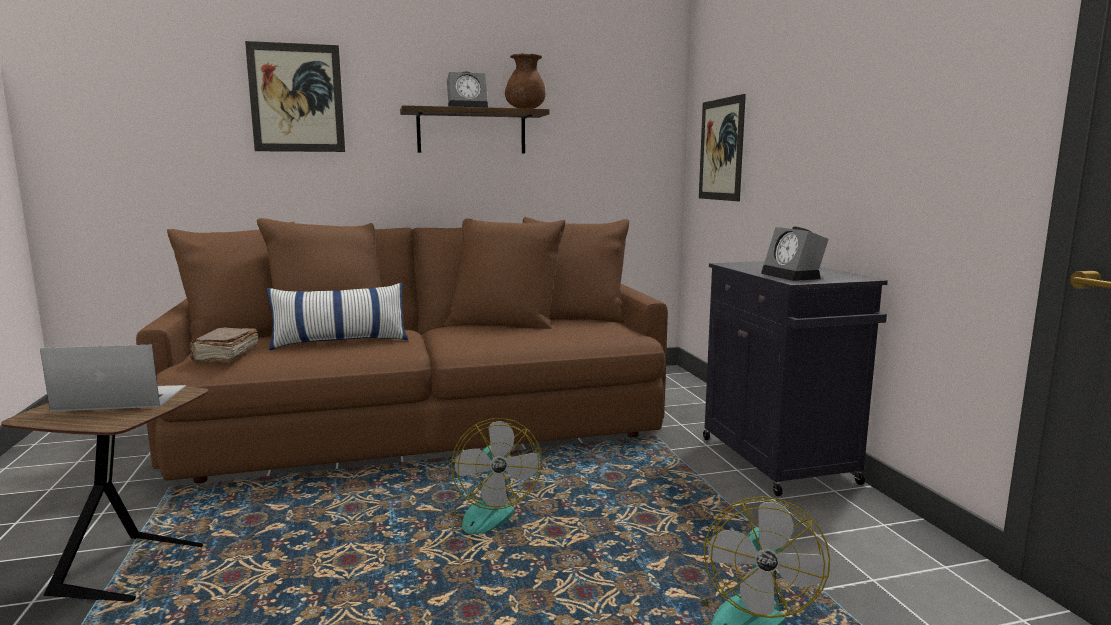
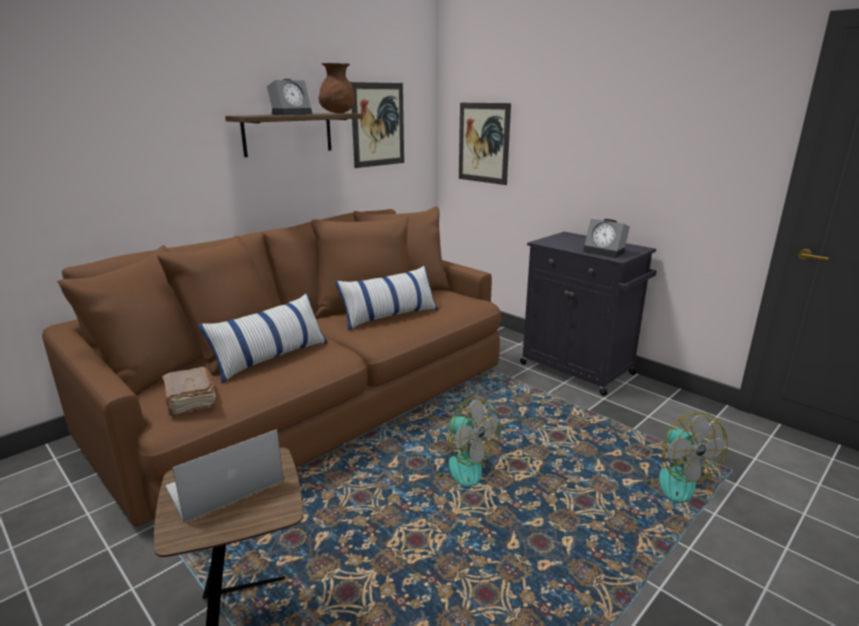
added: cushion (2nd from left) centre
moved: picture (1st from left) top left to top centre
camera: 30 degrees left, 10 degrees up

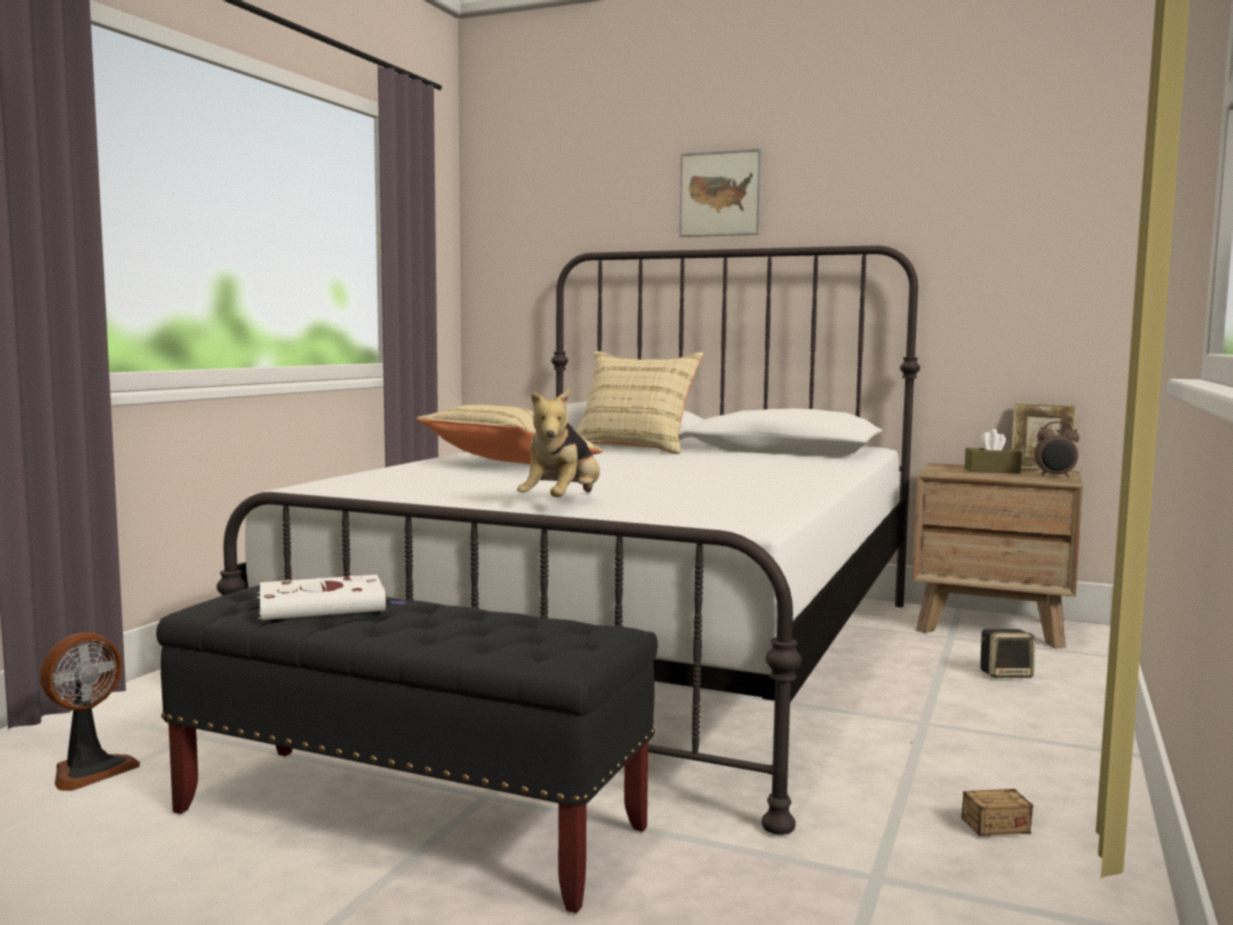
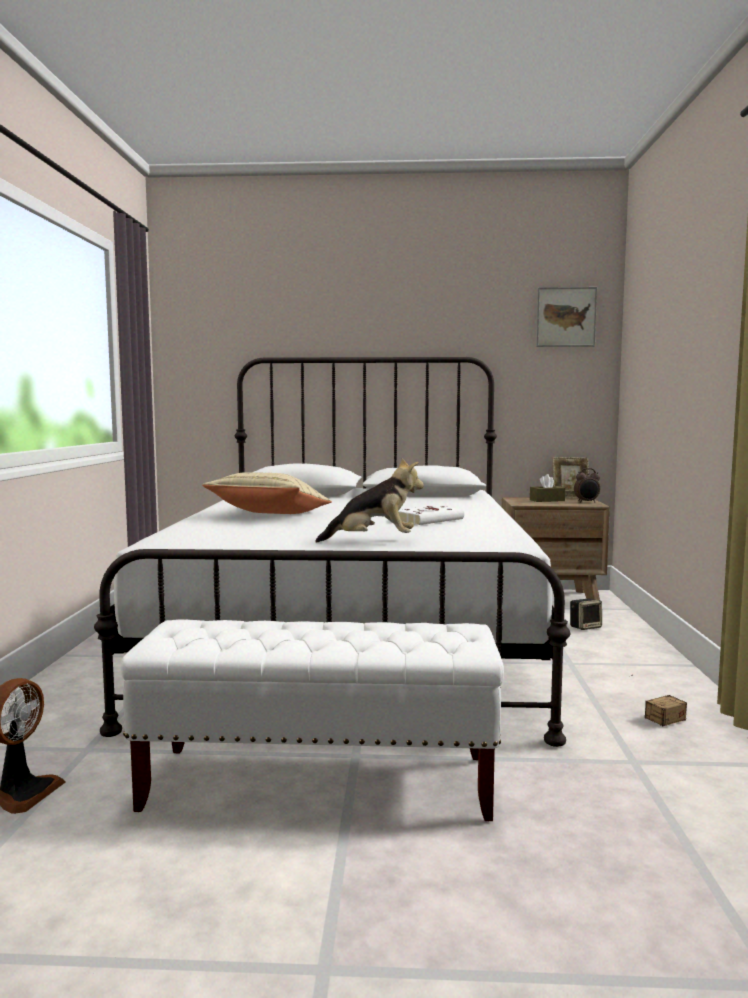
removed: cushion (sand-coloured) (2nd from left) centre
moved: picture top centre to top right; volume (white-coloured) middle left to centre
recoloured: indoor bench (black) bottom left to indoor bench (white-coloured) bottom centre
turned: soft toy centre = centre 90 degrees counterclockwise
camera: 20 degrees left, 0 degrees up

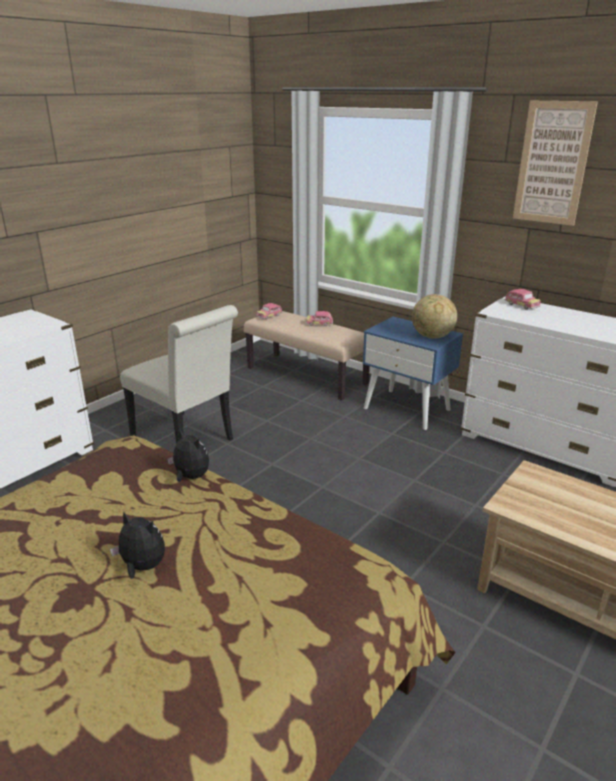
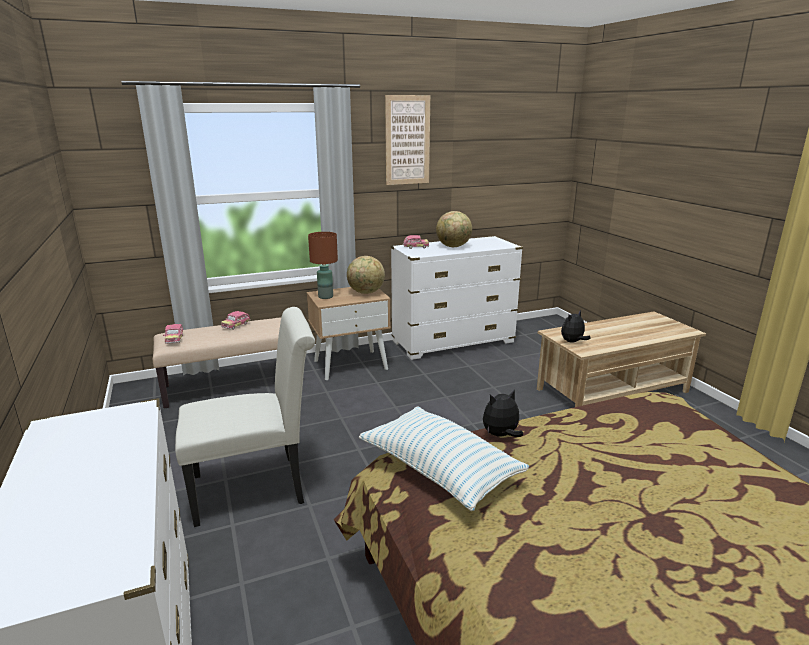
added: world globe (2nd from left) centre; lamp for a table (brownish) centre; cushion bottom centre
moved: soft toy (1st from left in the first image) bottom left to soft toy (2nd from left) middle right
recoloured: night table (bluish) middle right to night table (sand-coloured) centre
camera: 60 degrees left, 5 degrees down

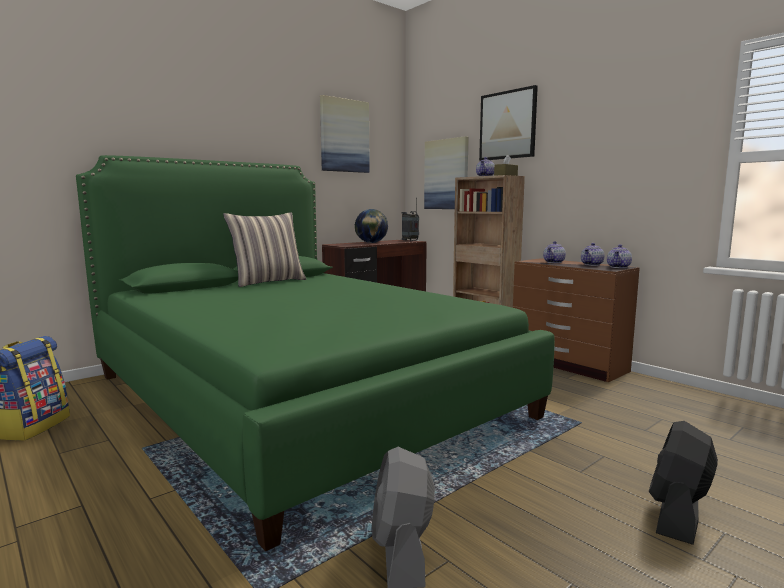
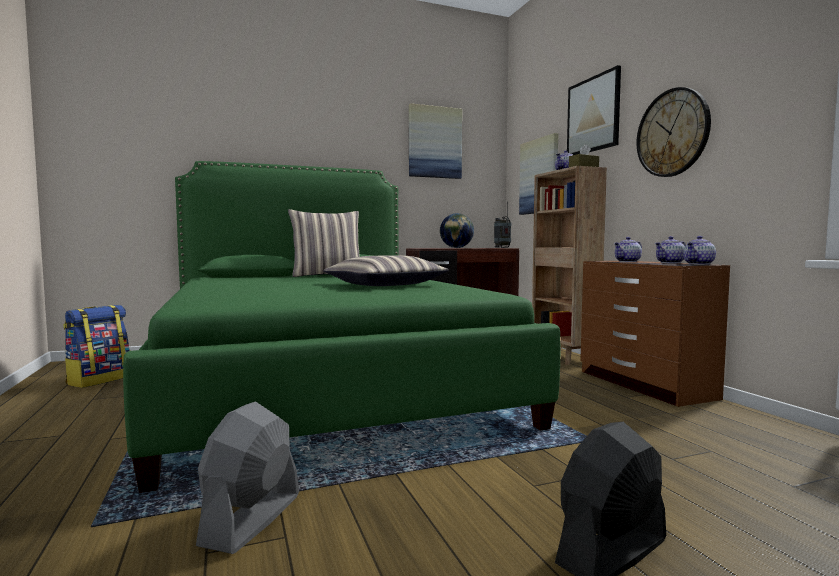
added: clock on the wall top right; cushion (2nd from left) centre
camera: 20 degrees right, 5 degrees down

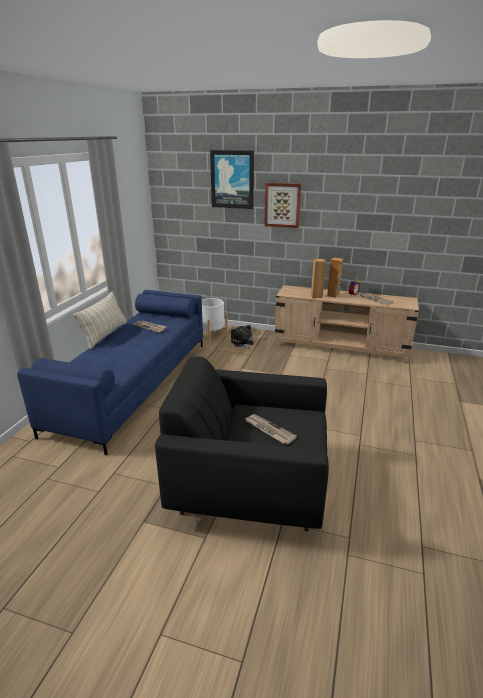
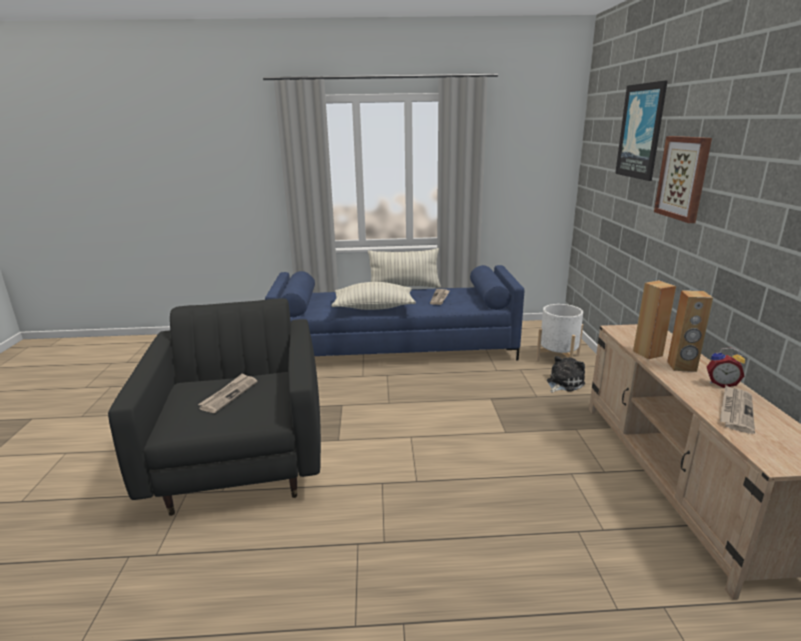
added: cushion (1st from left) centre
camera: 70 degrees right, 5 degrees down

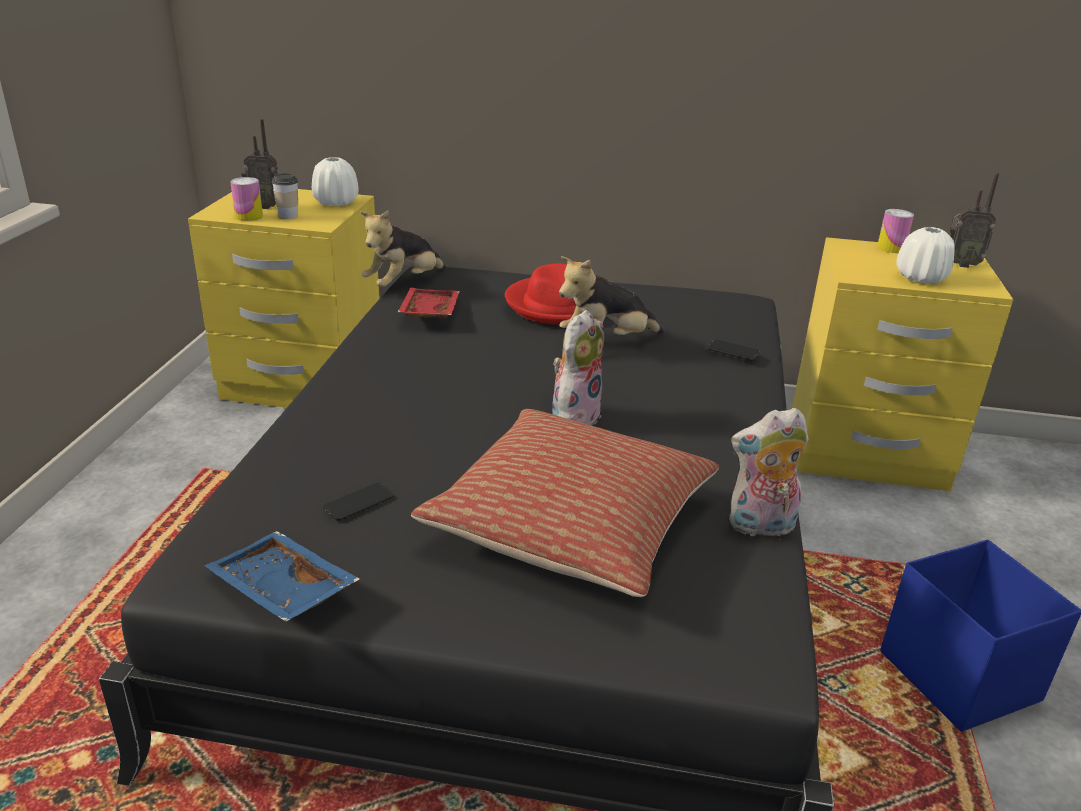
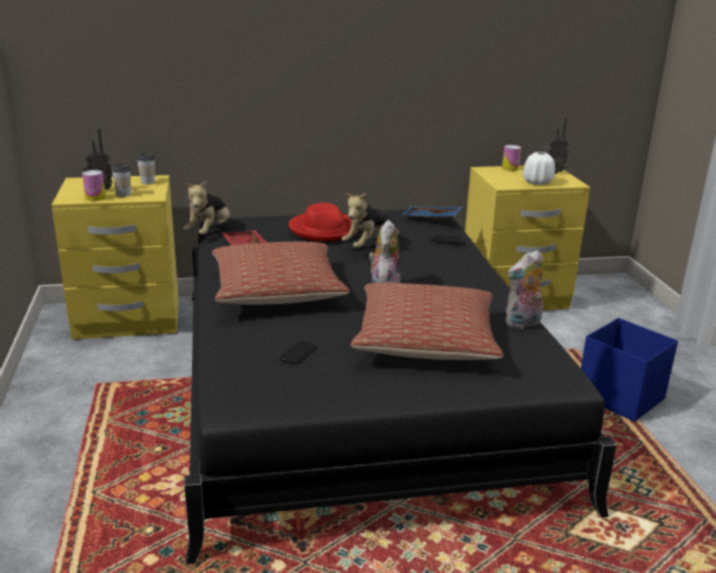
added: cushion (1st from left) centre
moved: carrying tray (bluish) bottom left to centre
replaced: vase (white-coloured) (1st from left) top left to small cup (2nd from left) top left
camera: 20 degrees left, 5 degrees down

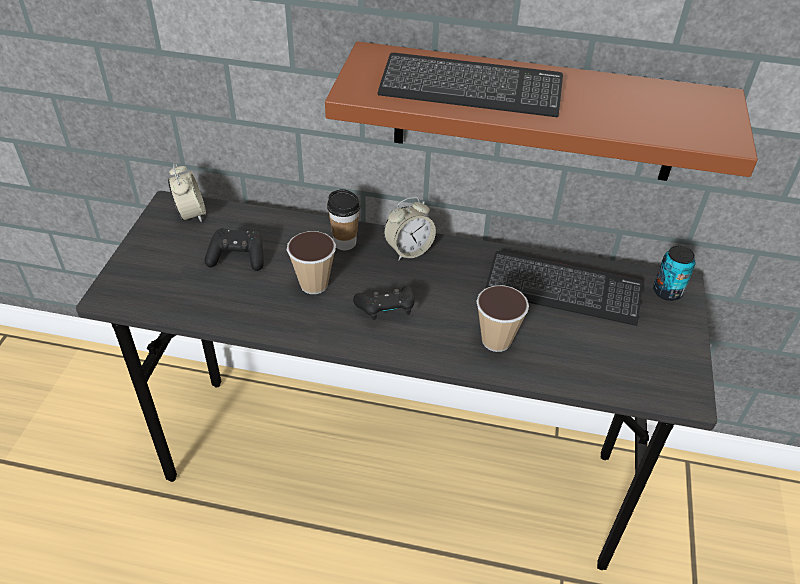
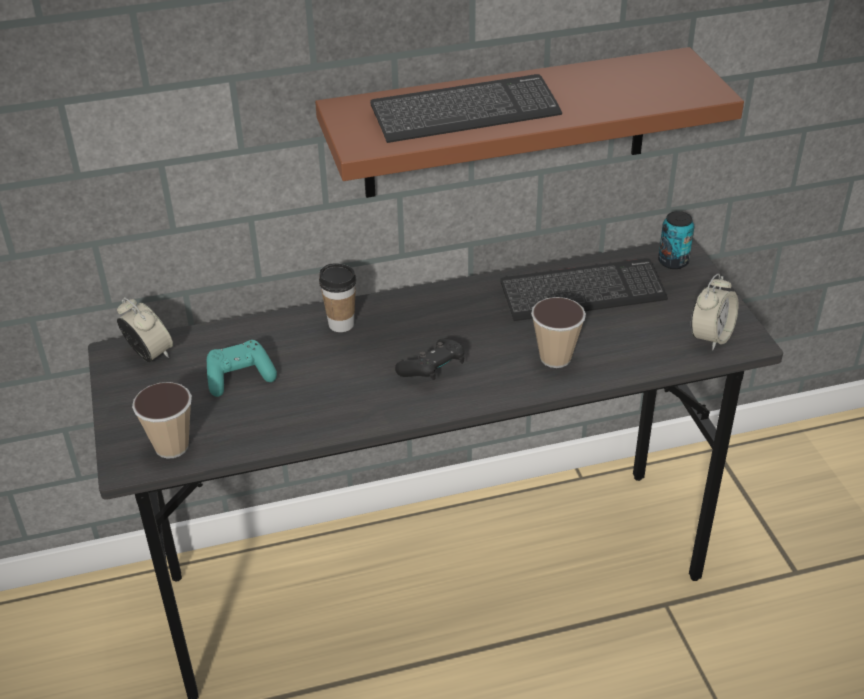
moved: alarm clock (2nd from left) centre to middle right; small cup (1st from left) centre to middle left
recoloured: joypad (black) (1st from left) middle left to joypad (blue-green) middle left
camera: 25 degrees left, 5 degrees down

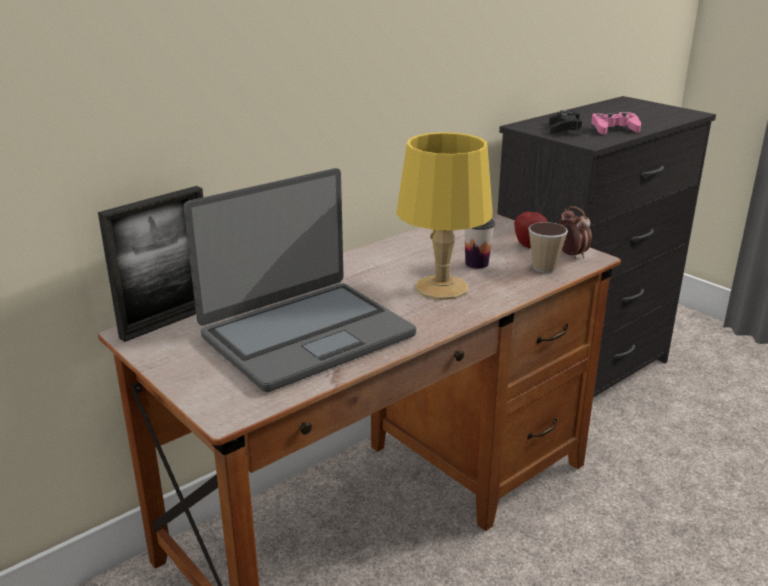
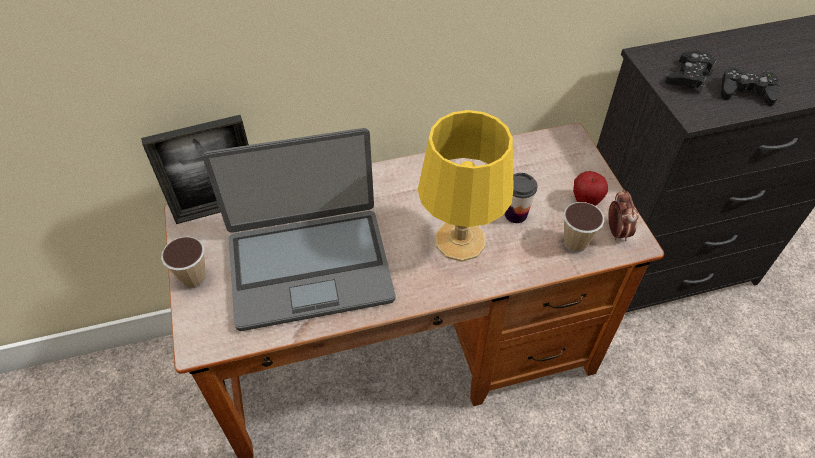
added: small cup (1st from left) middle left
recoloured: joypad (pink-coloured) top right to joypad (black) (2nd from left) top right
camera: 25 degrees right, 25 degrees up

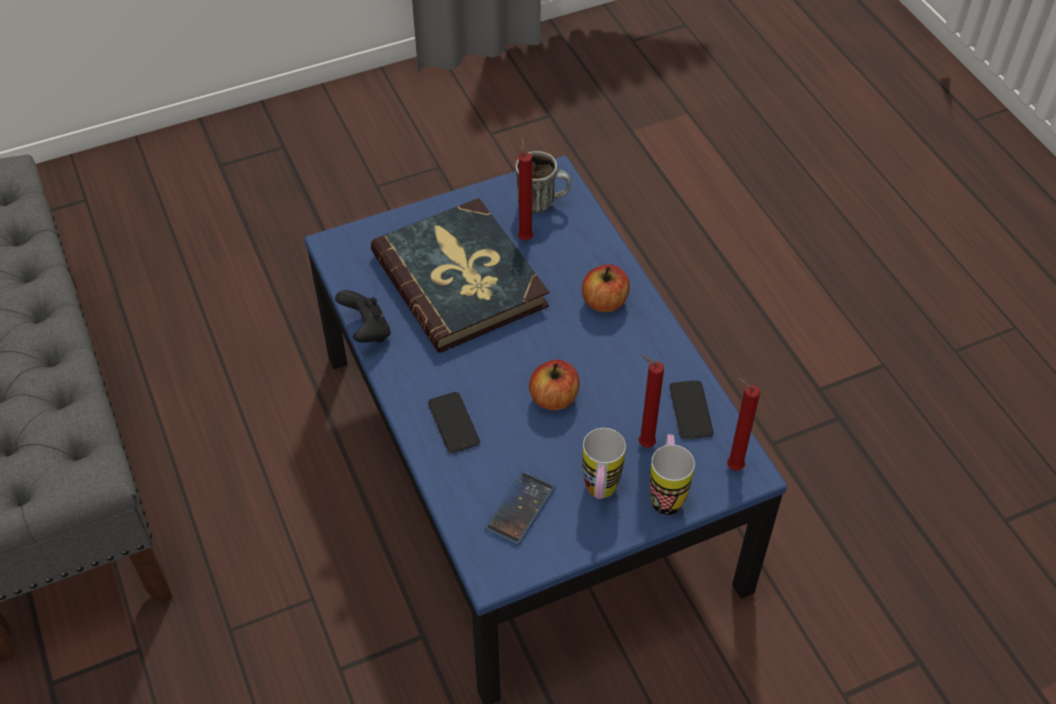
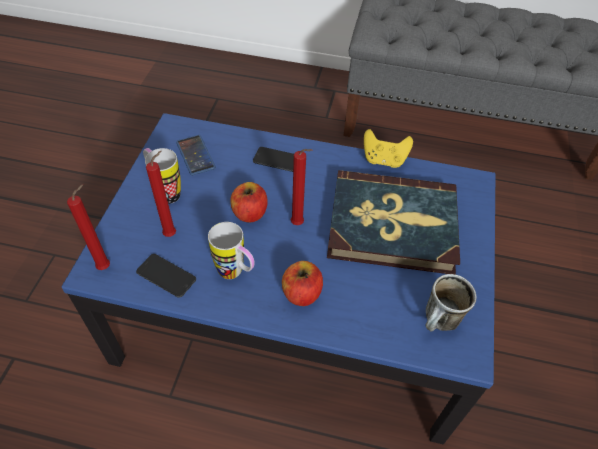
moved: wax candle (red-coloured) (1st from left in the first image) top centre to wax candle (red-coloured) (3rd from left) centre; coffee mug (3rd from left in the first image) bottom centre to coffee mug (2nd from left) centre
recoloured: joypad (black) centre to joypad (yellow-coloured) top centre
camera: 125 degrees right, 0 degrees up

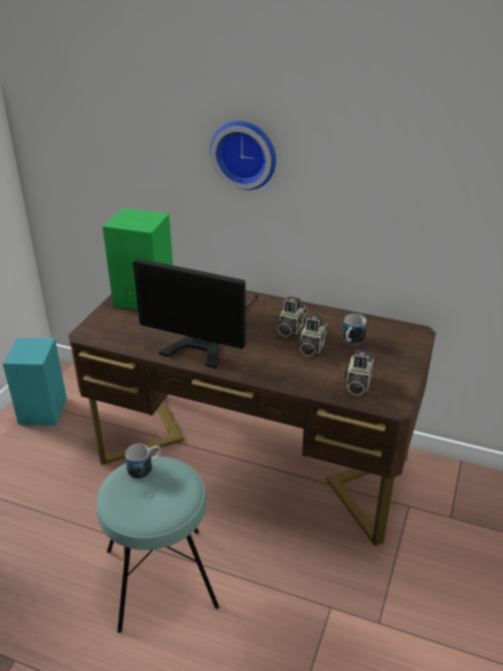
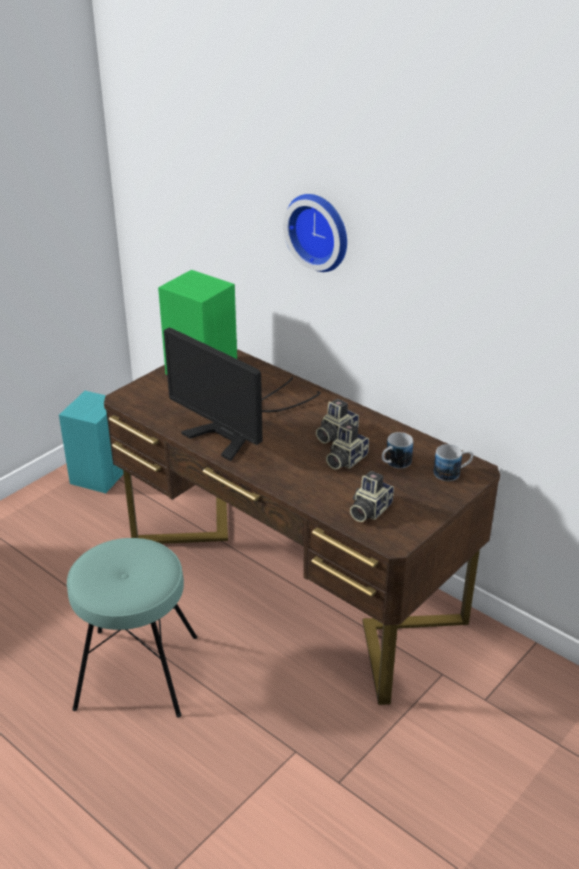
moved: coffee mug (1st from left in the first image) bottom left to coffee mug (2nd from left) middle right
camera: 20 degrees right, 0 degrees up

